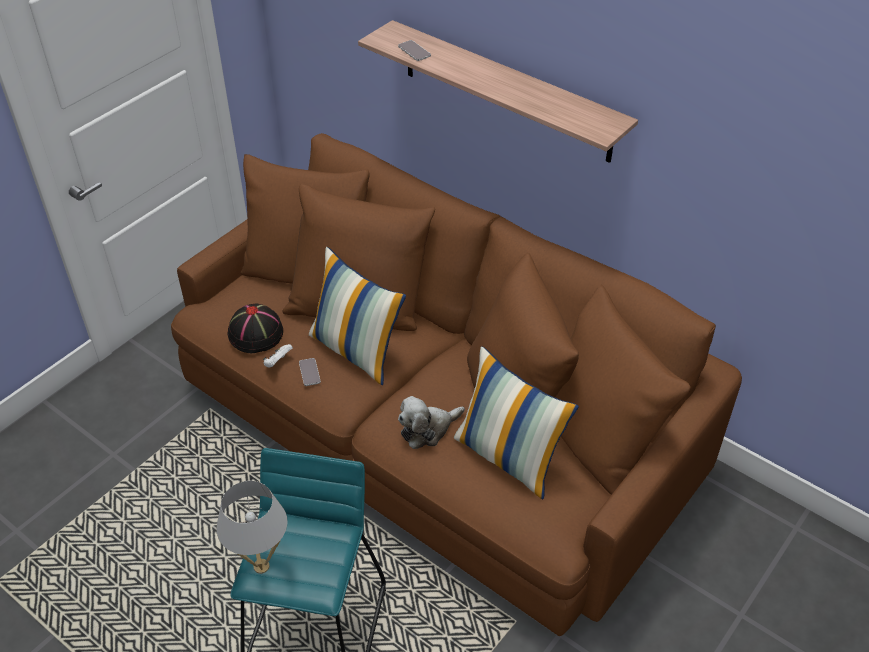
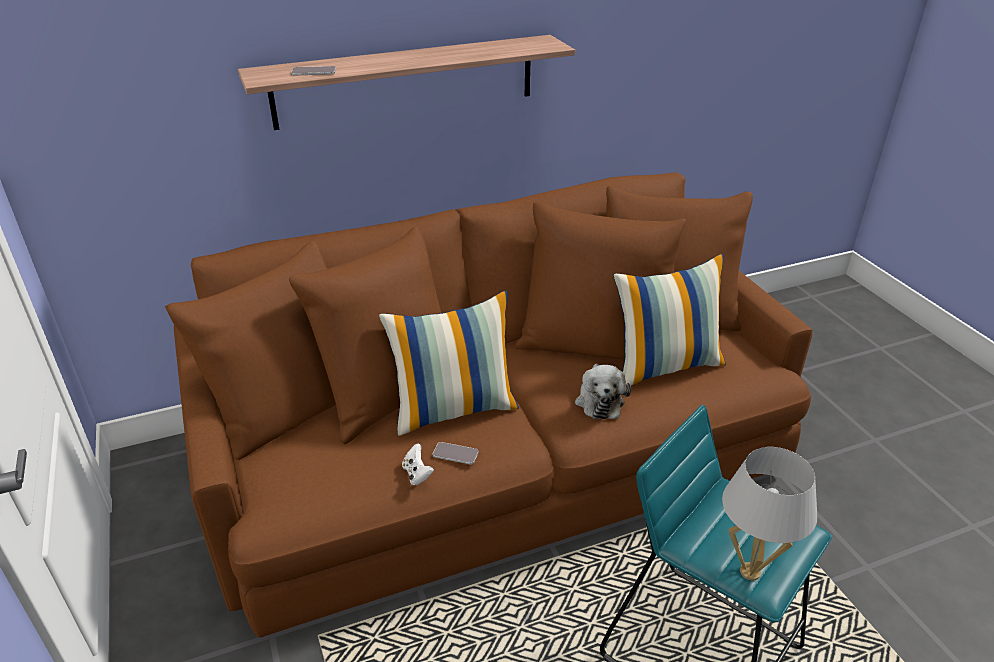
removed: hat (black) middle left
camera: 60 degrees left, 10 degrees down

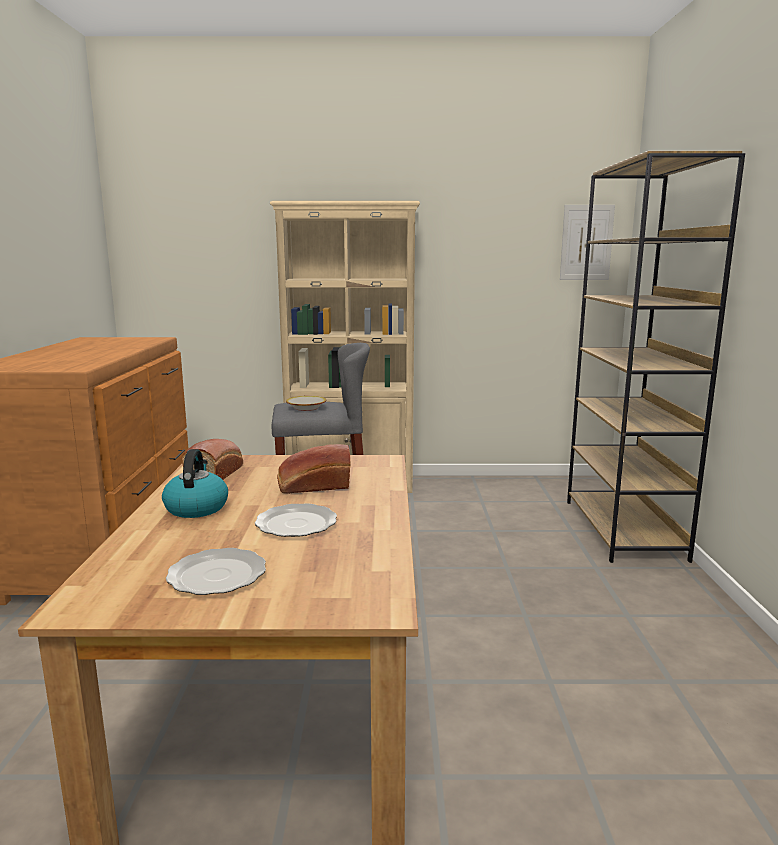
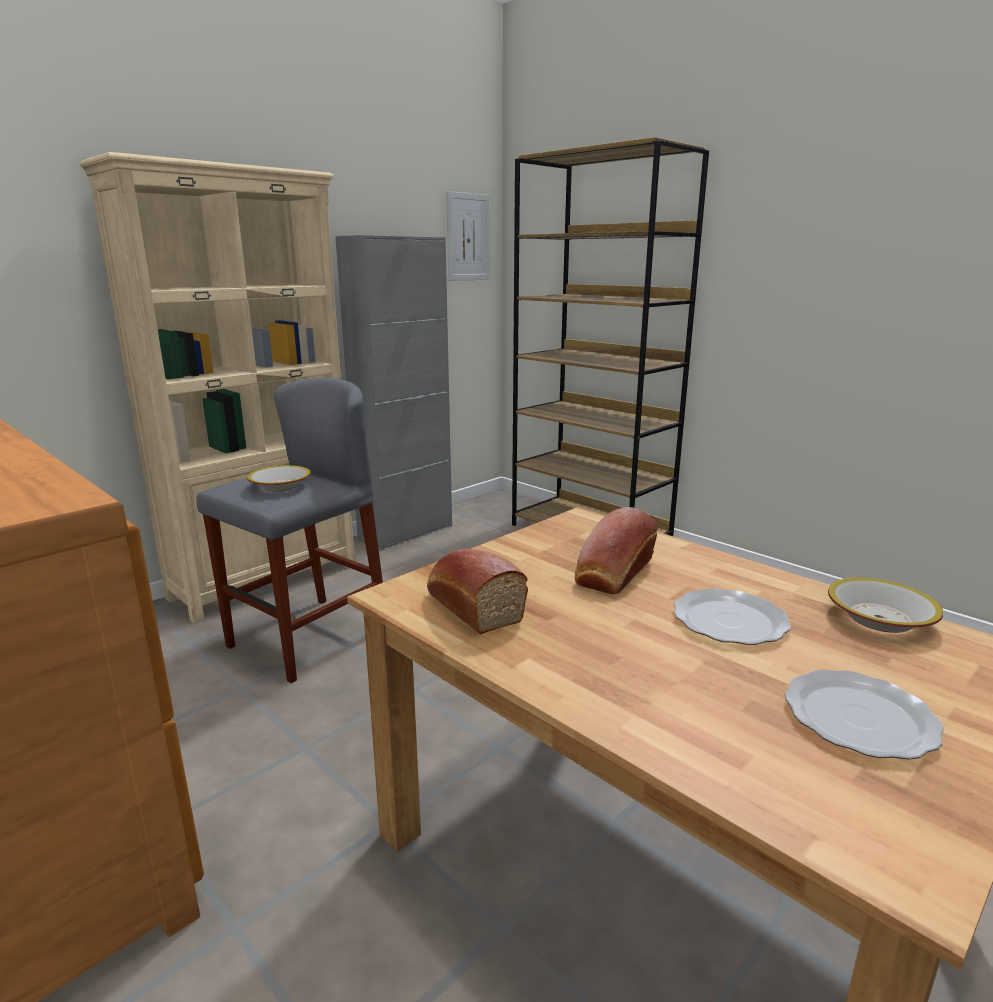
removed: water kettle middle left
added: cabinet (greyish) centre; serving bowl (2nd from left) middle right
camera: 45 degrees left, 5 degrees up

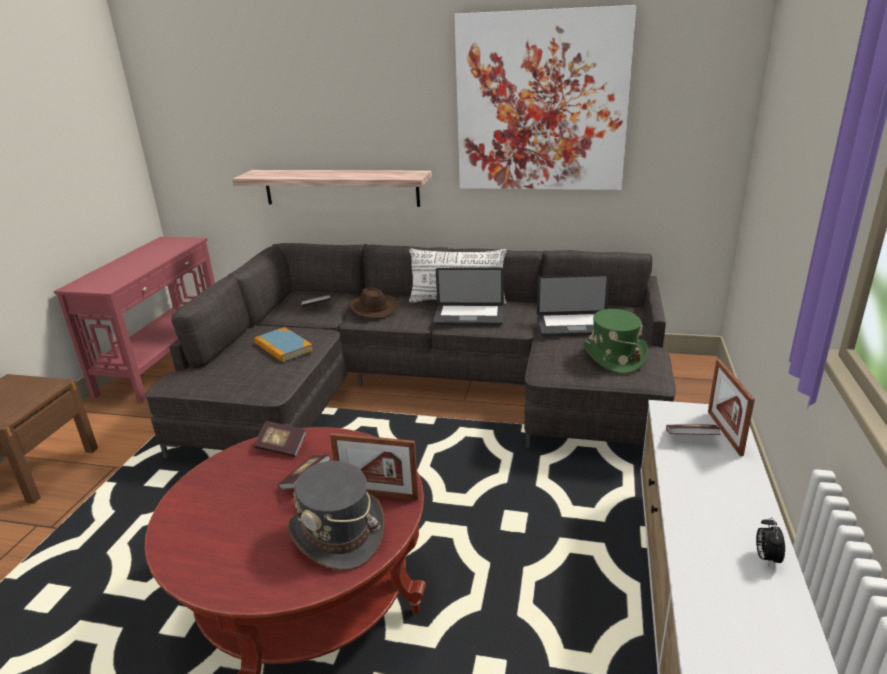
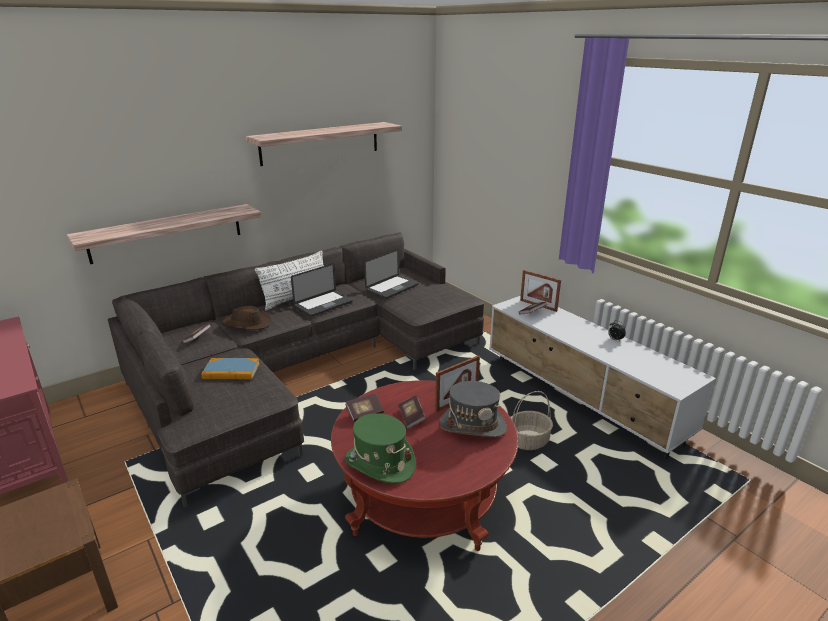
added: household basket bottom centre
moved: hat (green-coloured) middle right to bottom centre
replaced: picture top centre to bracket shelf (2nd from left) top centre
camera: 50 degrees left, 0 degrees up

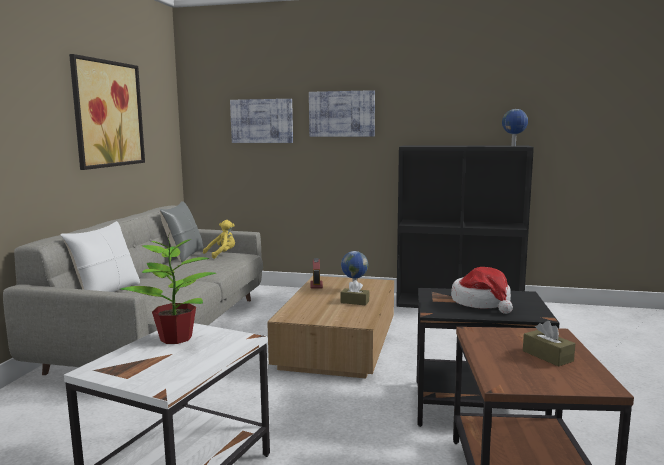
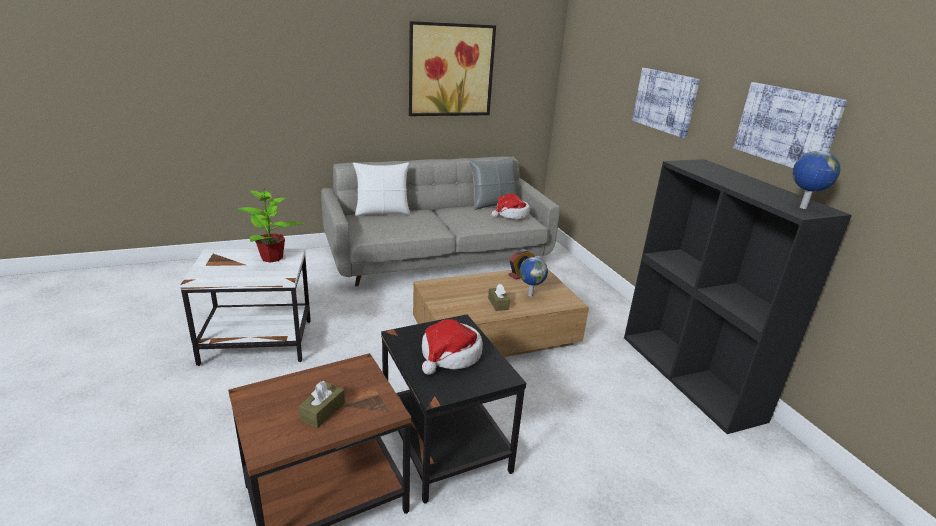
moved: picture (2nd from left in the first image) top centre to picture (3rd from left) top right
replaced: soft toy (yellow-coloured) middle left to hat (2nd from left) centre
camera: 55 degrees right, 15 degrees up

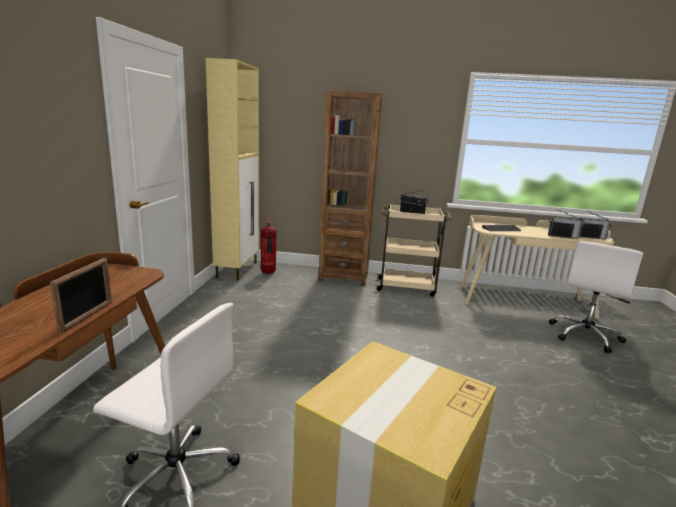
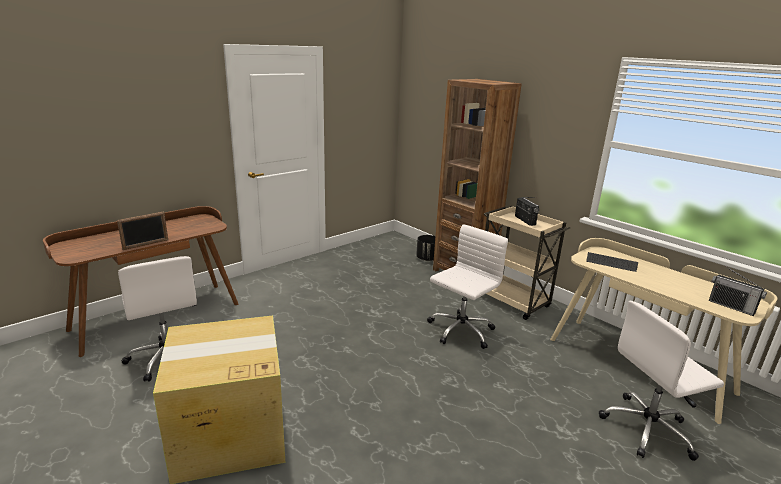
removed: cabinet (sand-coloured) centre; radio (2nd from left) middle right; fire-fighting cylinder centre
added: office chair (white-coloured) (2nd from left) centre; plant pot (black) centre
camera: 40 degrees right, 5 degrees up

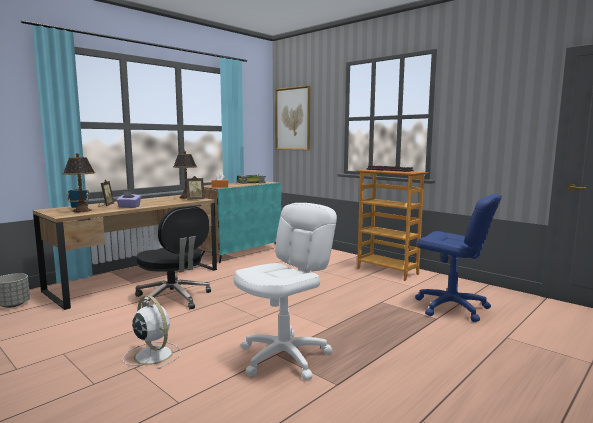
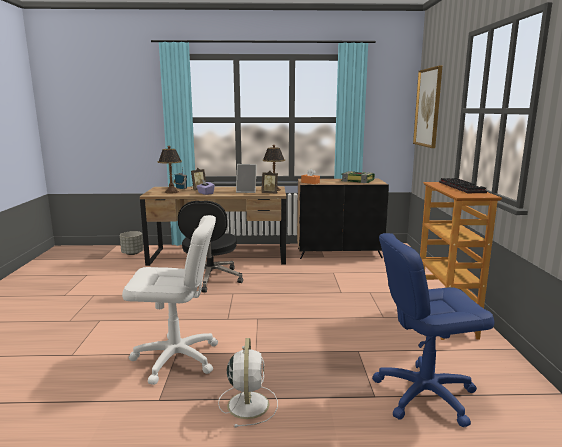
added: standing frame (2nd from left) centre
moved: fan (white-coloured) bottom left to bottom centre
recoloured: cabinet (blue-green) centre to cabinet (black) centre
turned: office chair (bluish) middle right = bottom right 90 degrees clockwise
camera: 45 degrees right, 5 degrees up

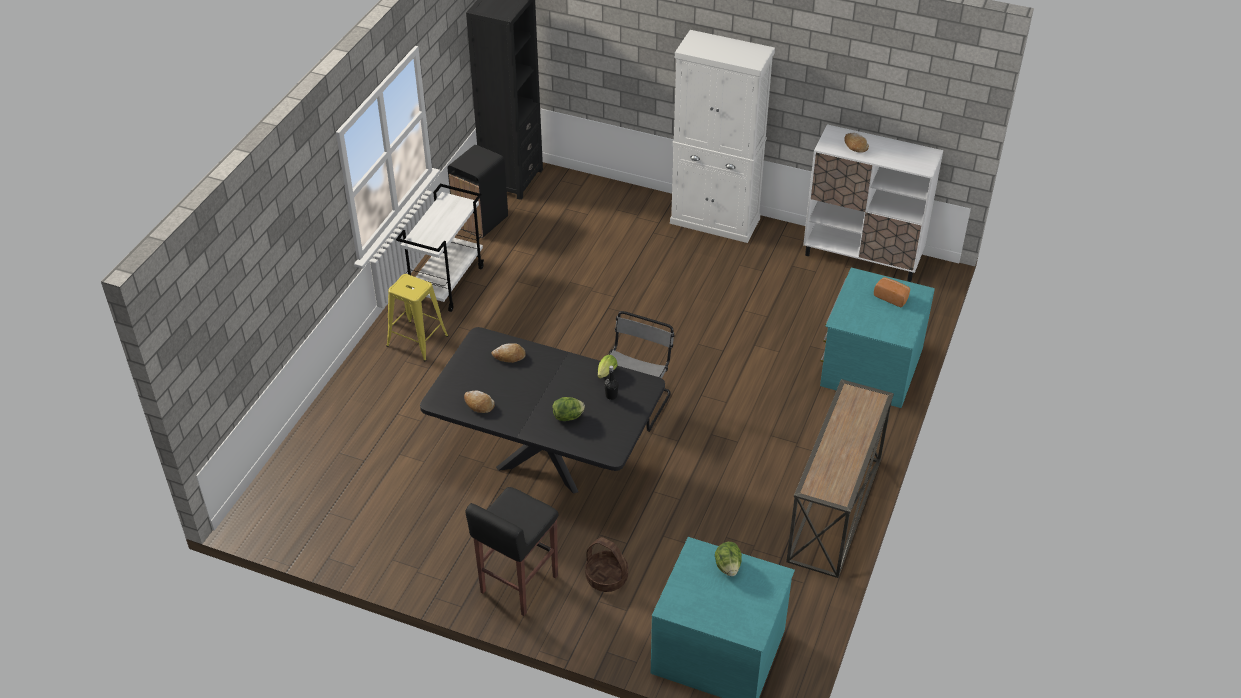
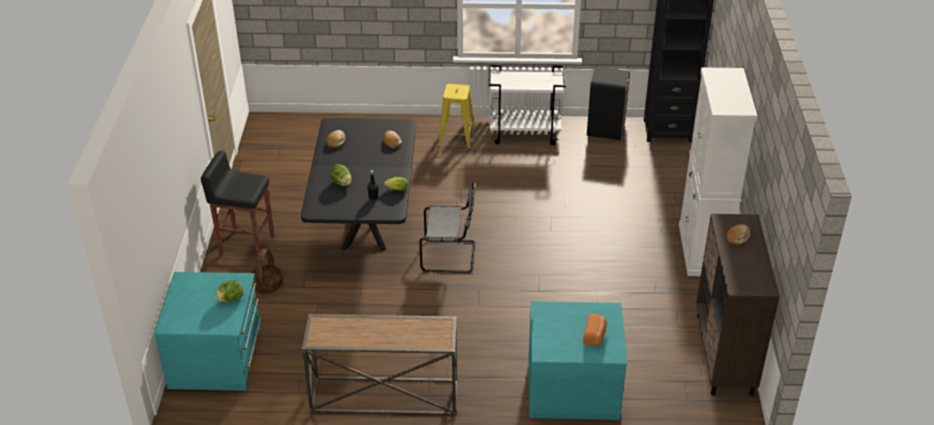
recoloured: cabinet (white-coloured) (2nd from left) top right to cabinet (brownish) bottom right
camera: 70 degrees right, 5 degrees down

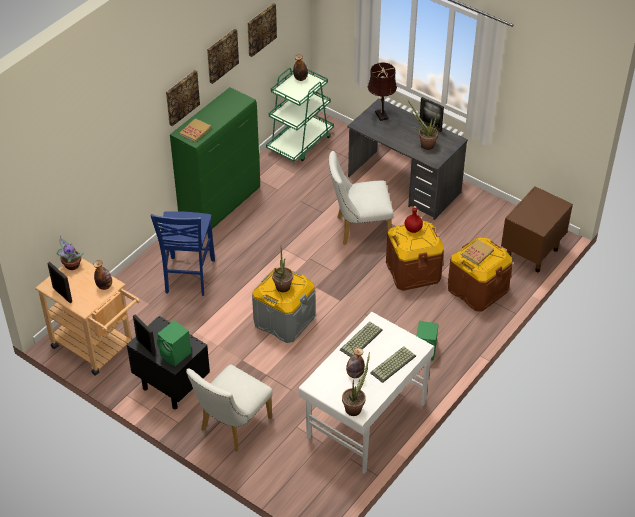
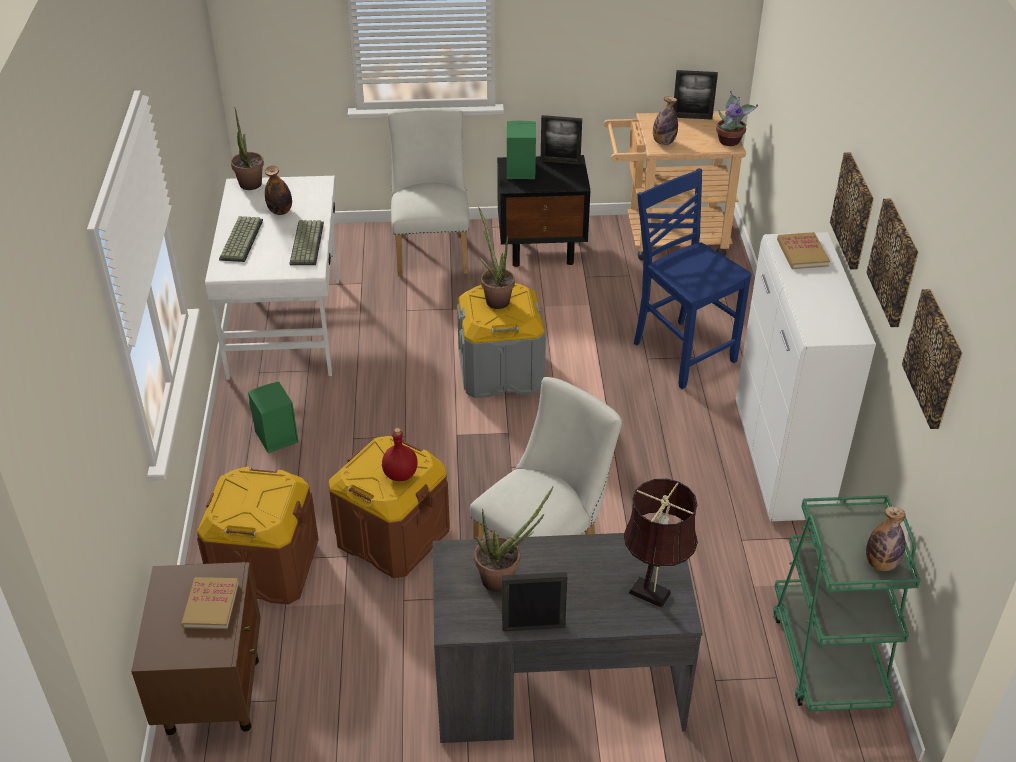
moved: volume (2nd from left in the first image) middle right to volume (1st from left) bottom left
recoloured: cabinet (green-coloured) top centre to cabinet (white-coloured) middle right
camera: 140 degrees right, 5 degrees down

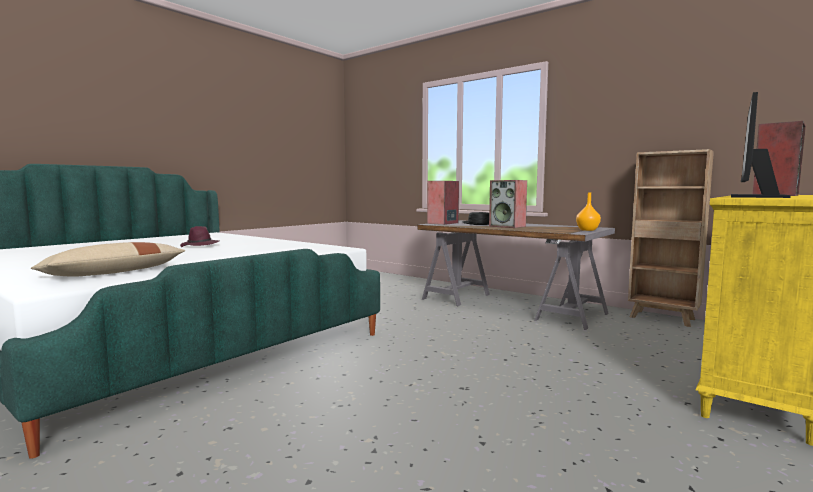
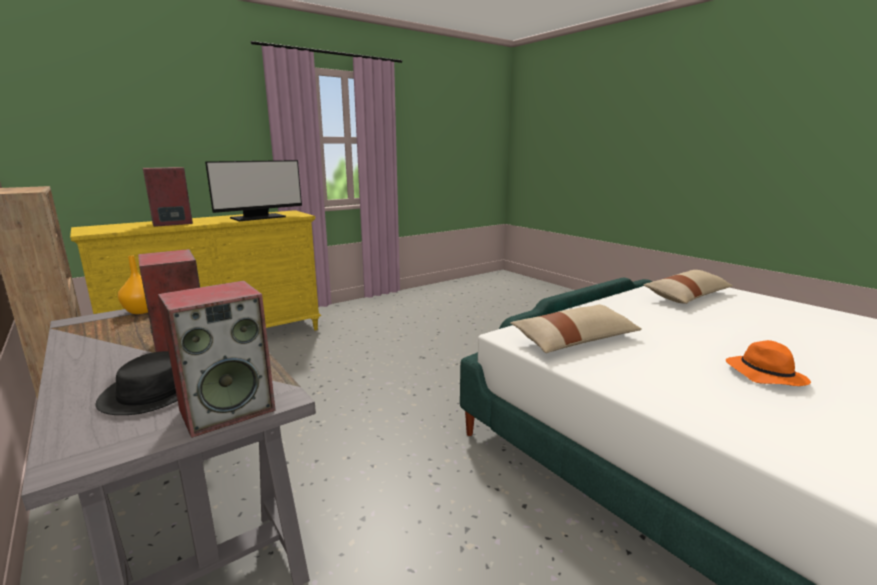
added: cushion (sand-coloured) (1st from left) centre
recoloured: hat (purple-coloured) middle left to hat (orange) middle right
camera: 165 degrees left, 10 degrees up

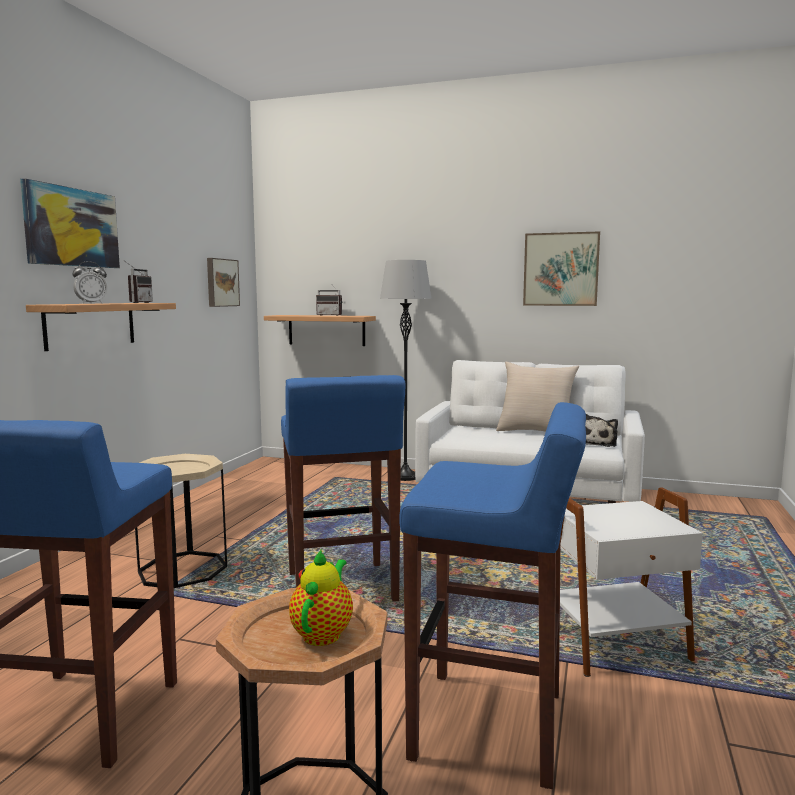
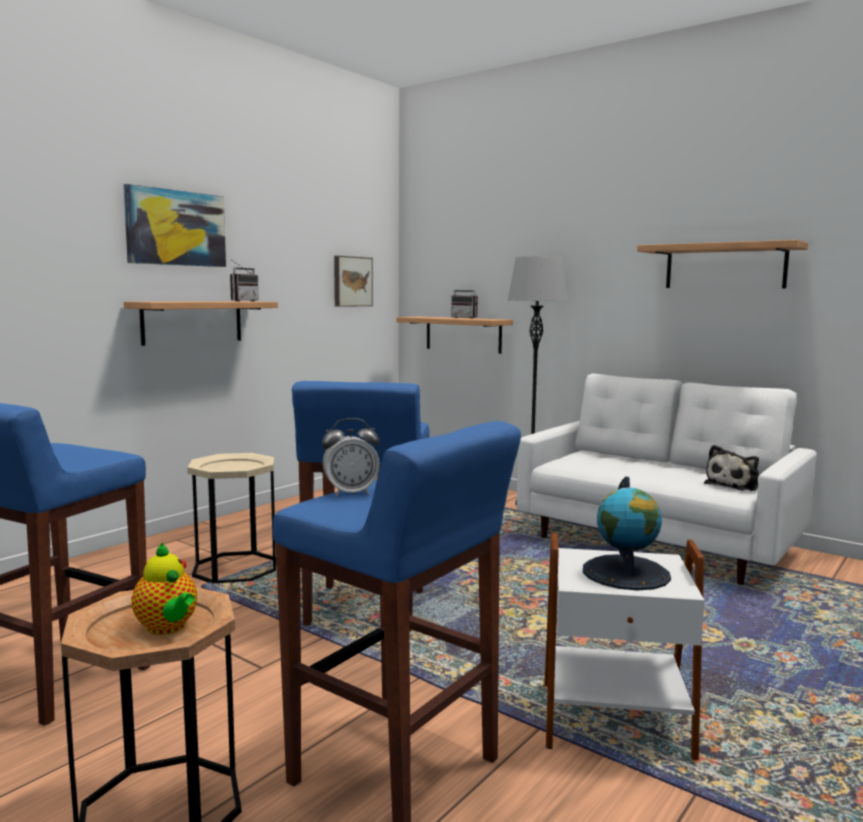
removed: cushion (sand-coloured) middle right
added: world globe middle right
moved: alarm clock middle left to centre
replaced: picture (3rd from left) middle right to bracket shelf (3rd from left) top right
turned: pot for tea bottom centre = bottom left 105 degrees clockwise
camera: 20 degrees right, 0 degrees up

